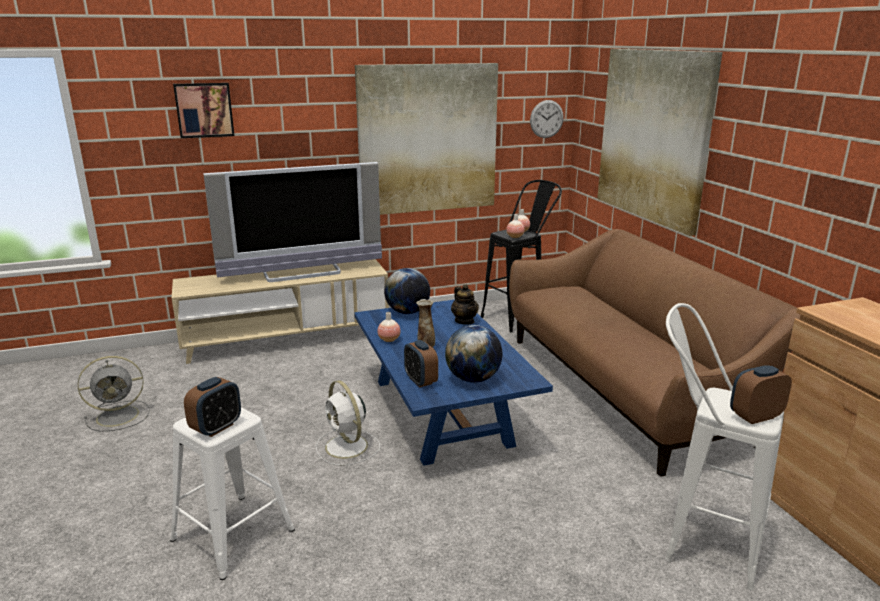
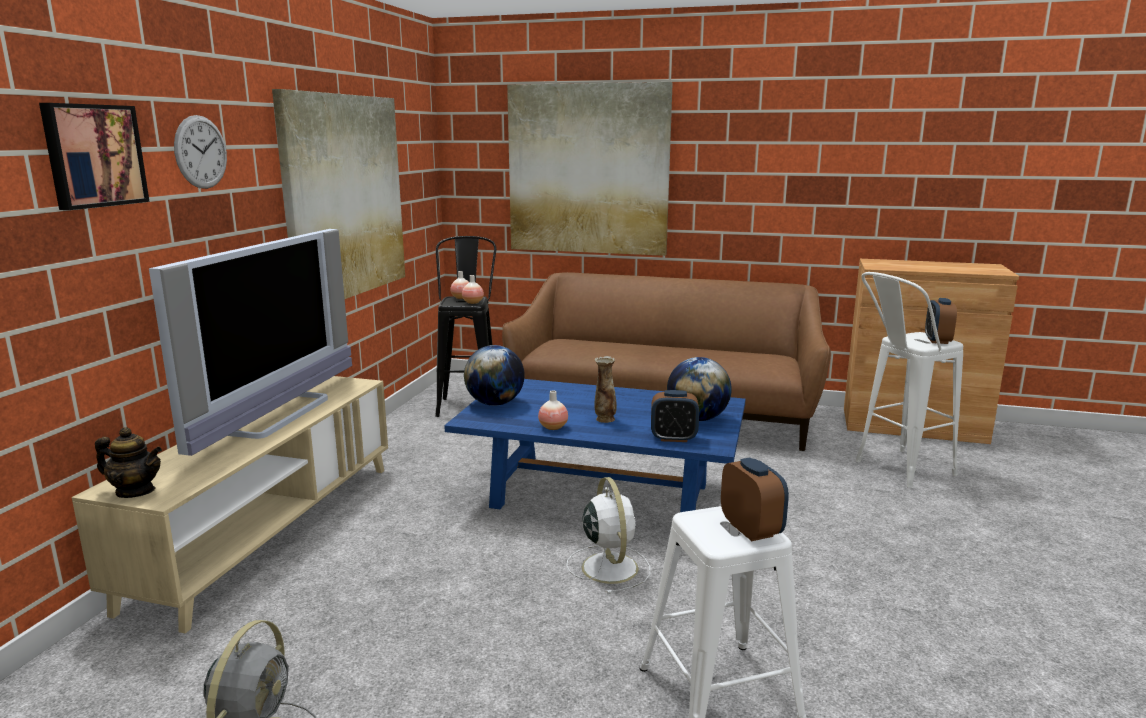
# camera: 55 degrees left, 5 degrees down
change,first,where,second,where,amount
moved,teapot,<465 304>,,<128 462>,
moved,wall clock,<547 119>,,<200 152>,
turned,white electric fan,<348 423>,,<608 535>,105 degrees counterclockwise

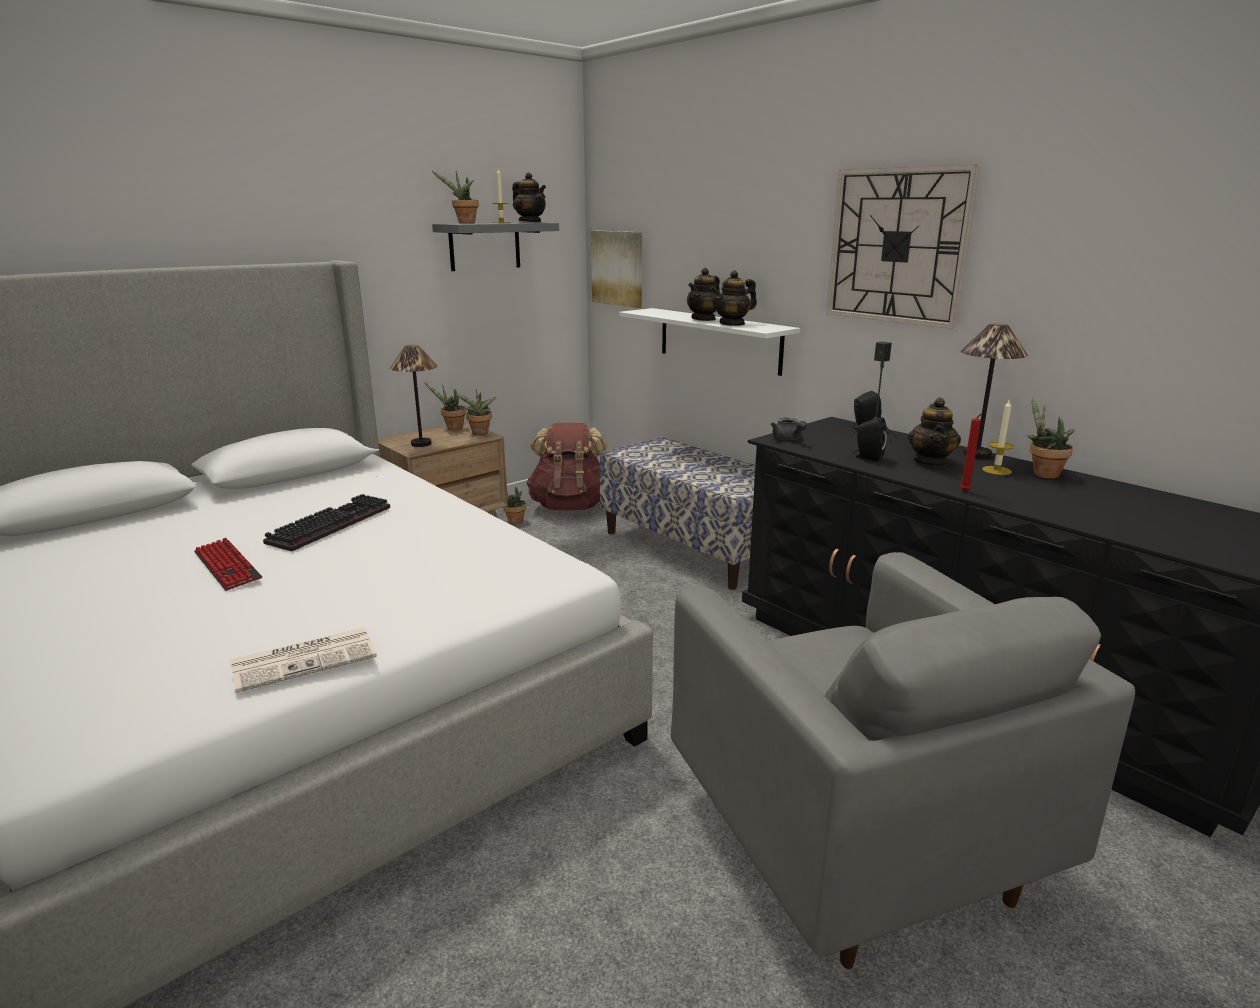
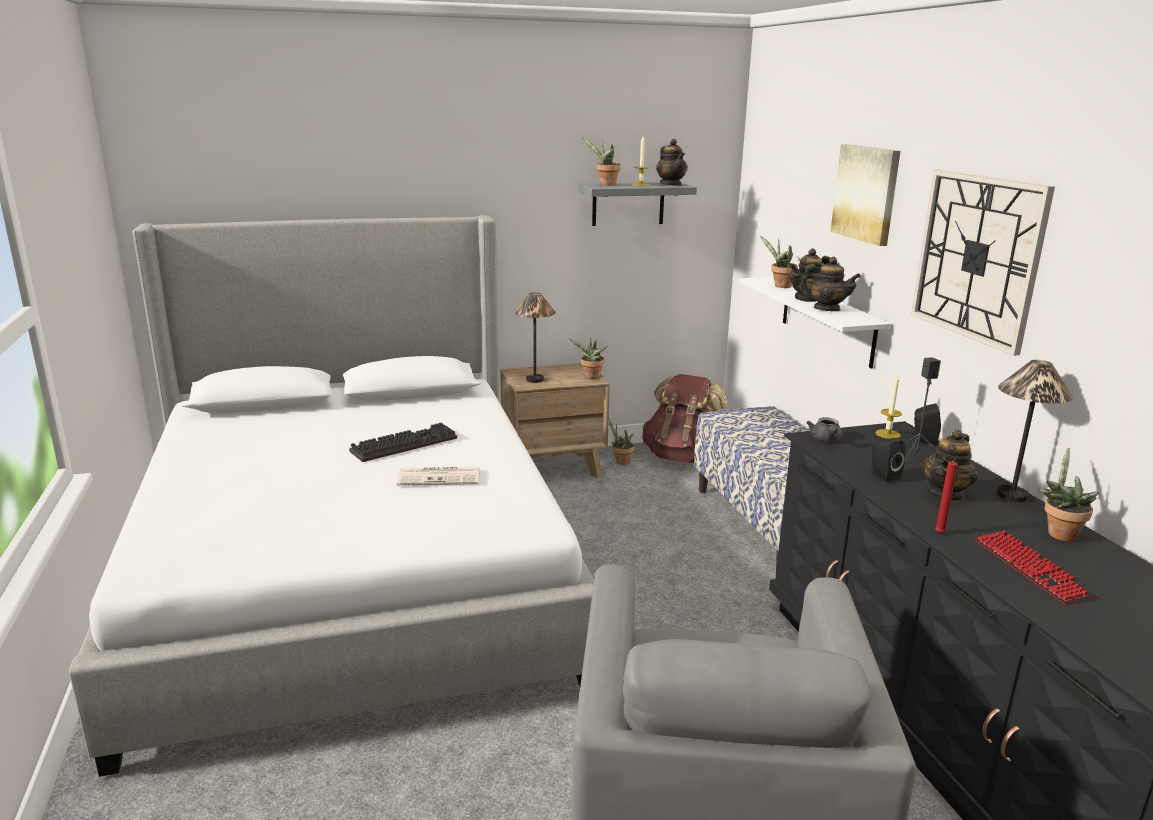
# camera: 25 degrees right, 0 degrees up
change,first,where,second,where,amount
moved,newspaper,<303 660>,,<438 476>,
moved,plant in a pot,<445 406>,,<779 262>,
turned,teapot,<733 298>,,<830 284>,150 degrees counterclockwise
moved,wall picture,<616 269>,,<865 195>,
moved,wax light,<998 437>,,<888 406>,
moved,computer keyboard,<228 564>,,<1036 567>,

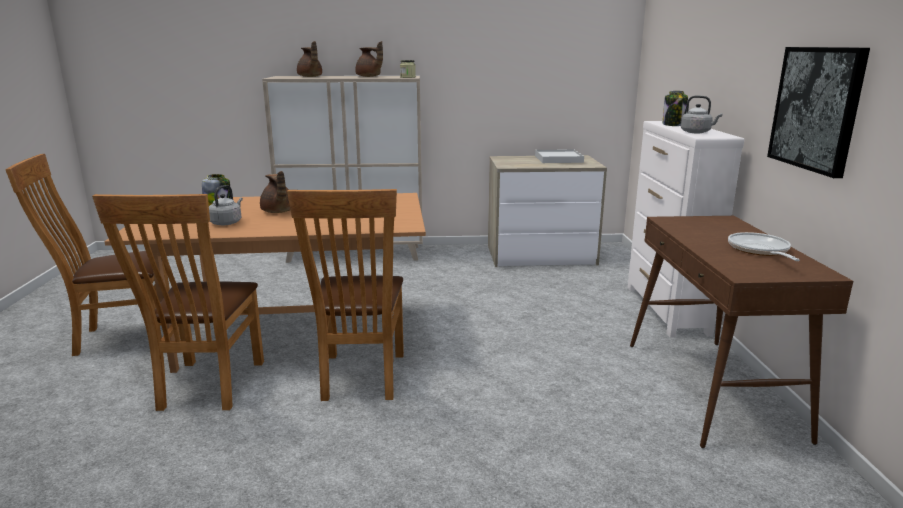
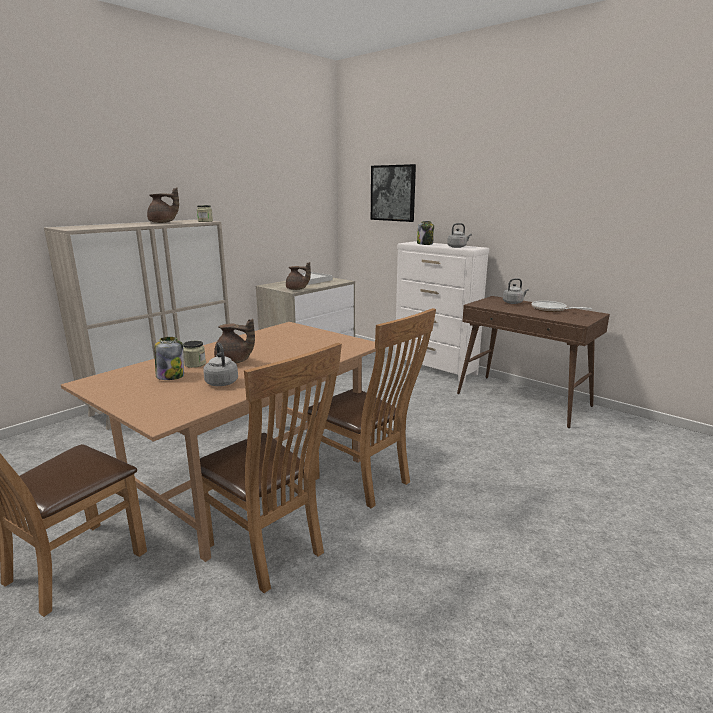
# camera: 45 degrees left, 0 degrees up
change,first,where,second,where,amount
added,,,jar,<194 354>,
moved,brownish teapot,<309 59>,,<298 276>,
moved,wall picture,<818 112>,,<393 193>,
added,,,grey water kettle,<516 291>,

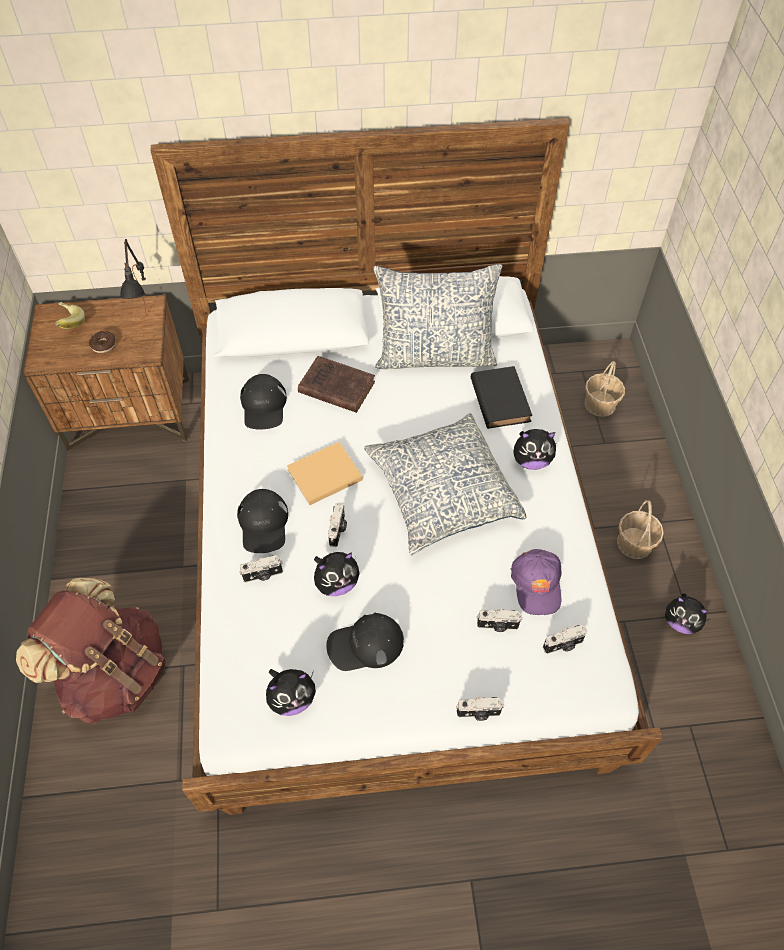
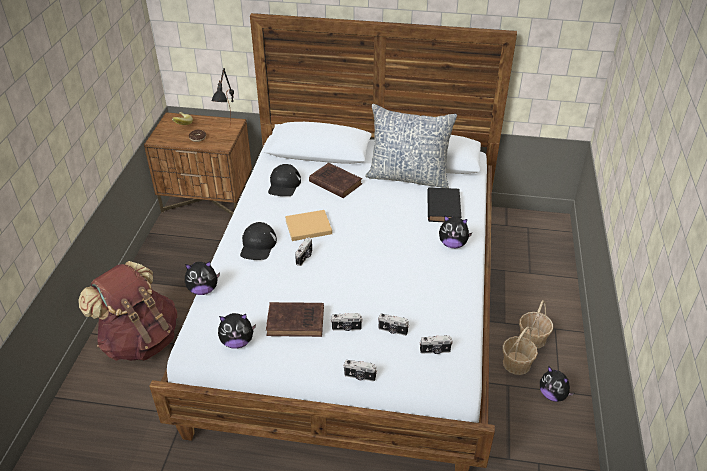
# camera: 15 degrees right, 15 degrees down
change,first,where,second,where,amount
moved,cuddly toy,<337 574>,,<202 278>,
replaced,black-coloured peaked cap,<365 641>,brownish volume,<295 319>,
moved,photo camera,<261 569>,,<347 322>,
moved,storage basket,<605 389>,,<520 351>,
removed,pillow,<445 484>,,,
removed,purple-coloured peaked cap,<536 582>,,,

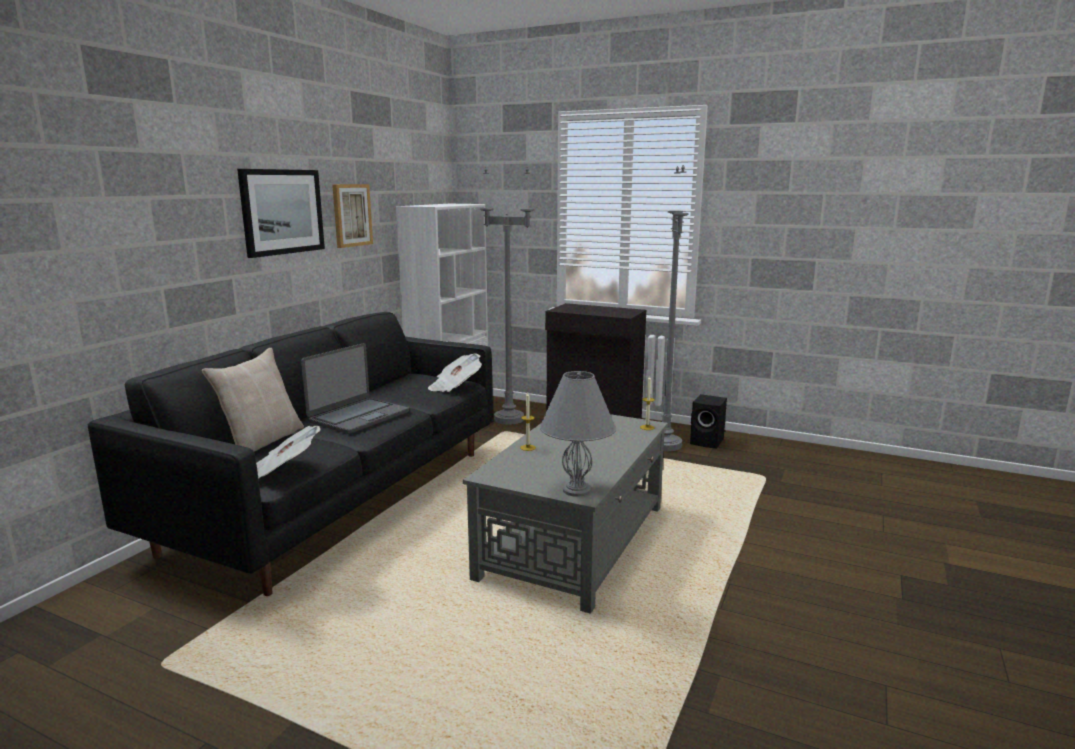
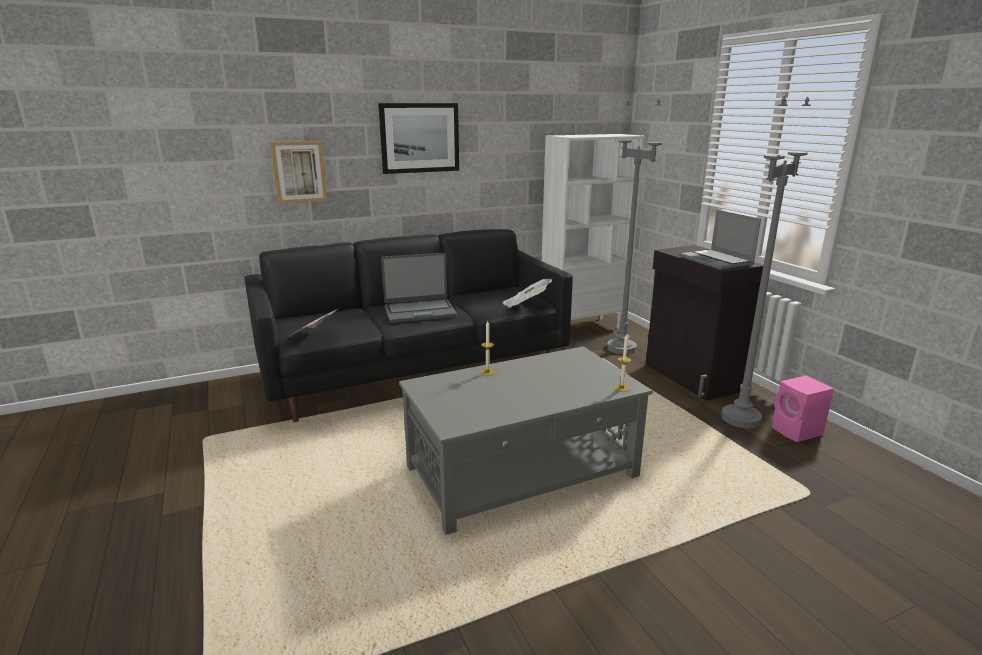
# camera: 40 degrees right, 5 degrees up
change,first,where,second,where,amount
moved,wall picture,<352 216>,,<298 172>,
added,,,laptop,<721 240>,
recoloured,black-coloured loudspeaker,<708 421>,pink-coloured loudspeaker,<803 409>,
removed,beige pillow,<253 400>,,,
removed,grey table lamp,<578 434>,,,

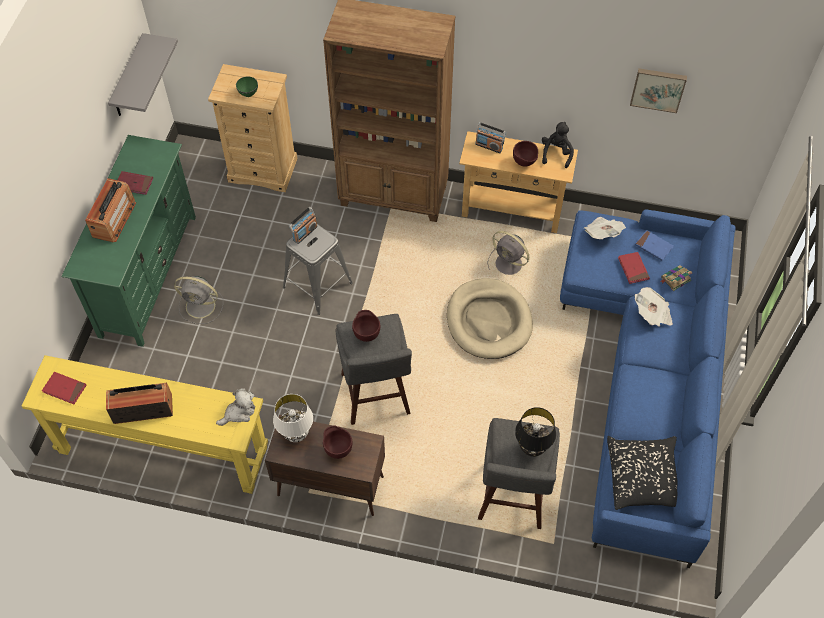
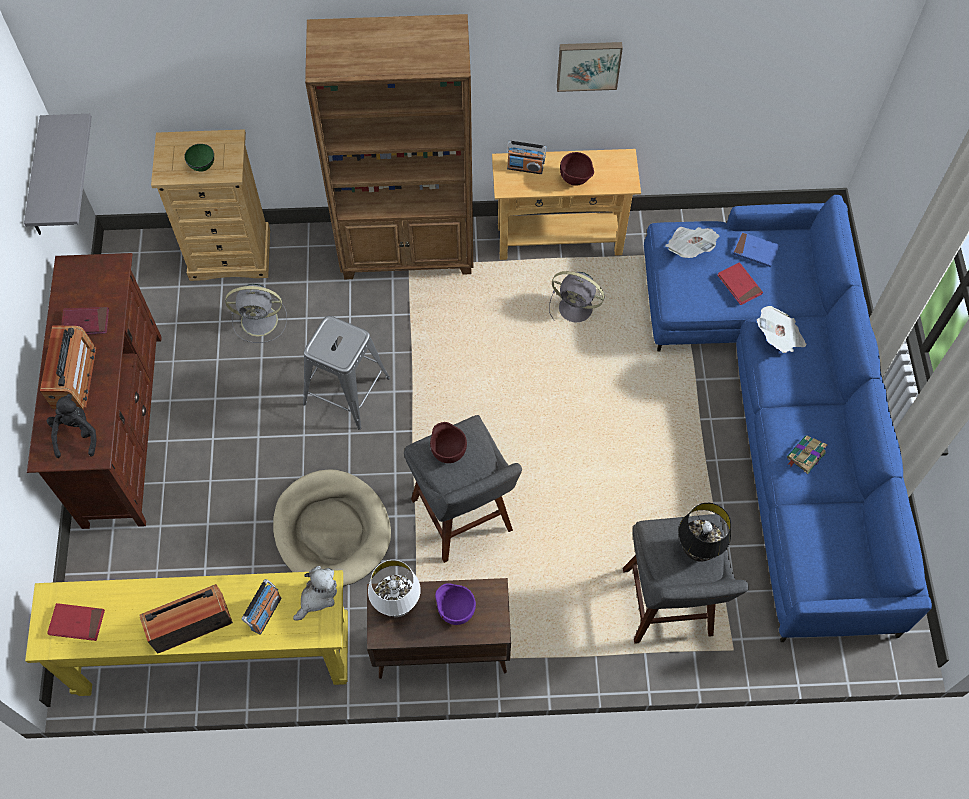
# camera: 15 degrees left, 5 degrees up
change,first,where,second,where,amount
recoloured,greenish tv unit,<128 241>,brownish tv unit,<94 391>,
moved,black-coloured cuddly toy,<558 145>,,<72 426>,
moved,grey electric fan,<198 300>,,<256 313>,
moved,radio set,<303 225>,,<261 607>,
moved,beige pet bed,<490 318>,,<332 527>,
recoloured,brownish bowl,<338 442>,purple-coloured bowl,<455 604>,
moved,wall picture,<658 90>,,<590 67>,
moved,volume,<676 278>,,<807 455>,
removed,black-coloured pillow,<642 473>,,,

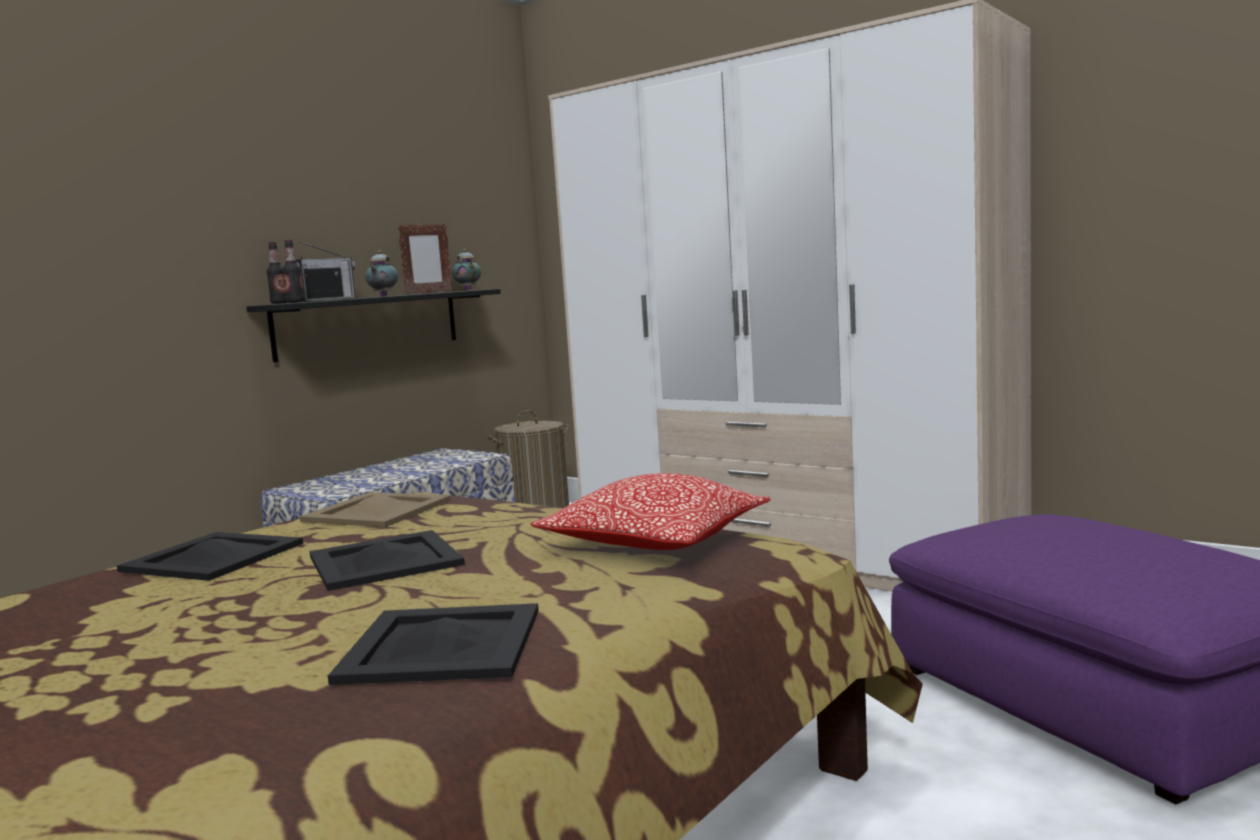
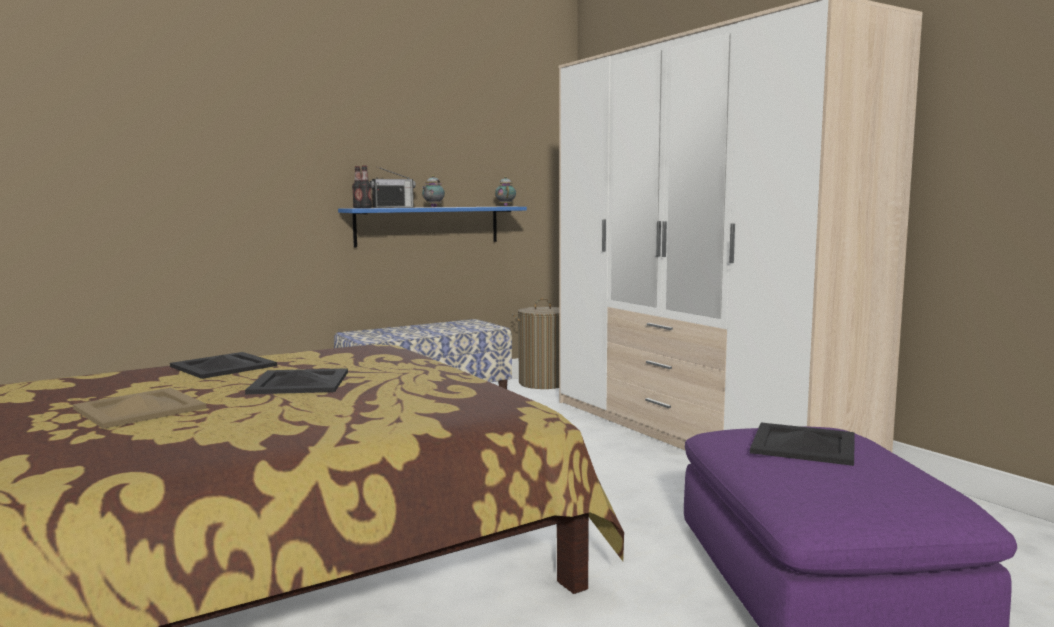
# camera: 20 degrees right, 0 degrees up
change,first,where,second,where,amount
moved,beige tray,<375 509>,,<140 408>,
recoloured,black-coloured shelf,<373 325>,blue-coloured shelf,<432 227>,
moved,black-coloured tray,<433 644>,,<802 444>,
removed,picture frame,<425 259>,,,
removed,pillow,<651 511>,,,

